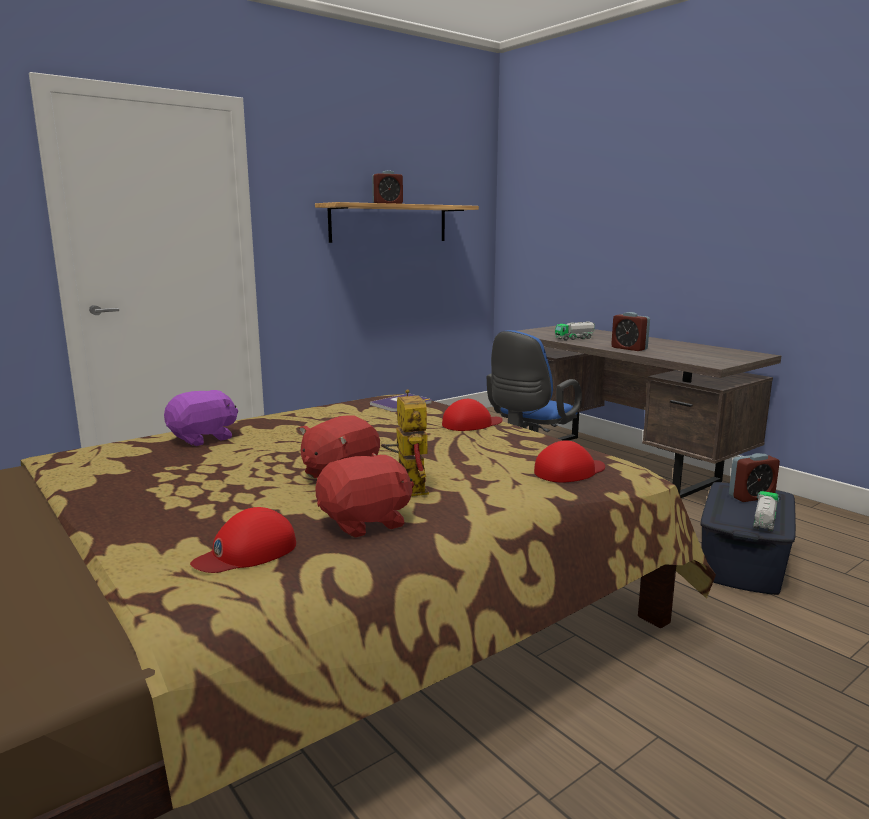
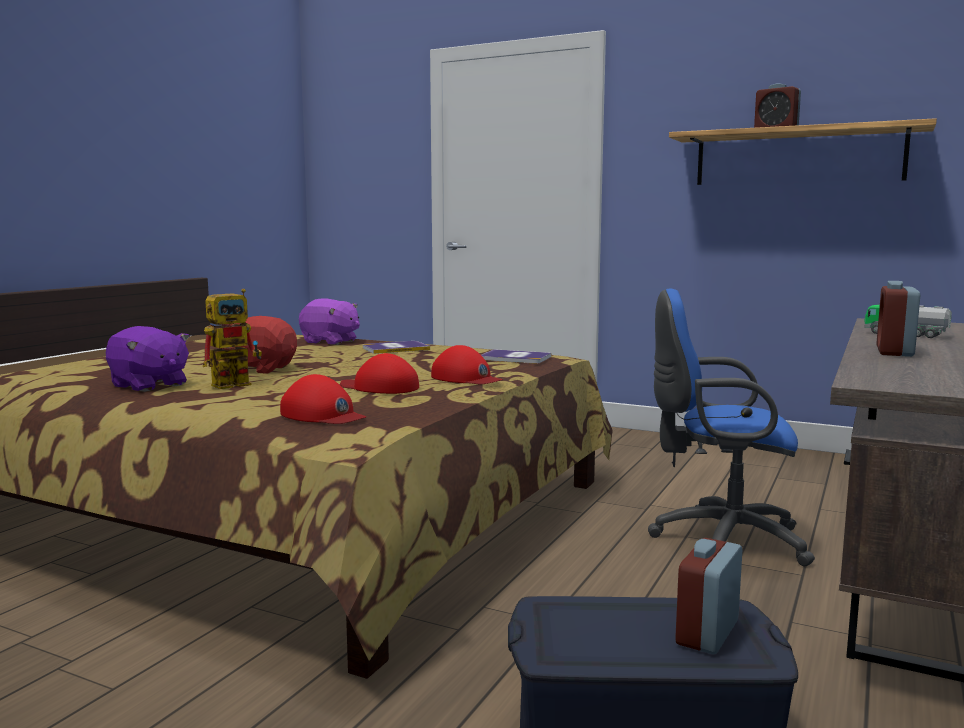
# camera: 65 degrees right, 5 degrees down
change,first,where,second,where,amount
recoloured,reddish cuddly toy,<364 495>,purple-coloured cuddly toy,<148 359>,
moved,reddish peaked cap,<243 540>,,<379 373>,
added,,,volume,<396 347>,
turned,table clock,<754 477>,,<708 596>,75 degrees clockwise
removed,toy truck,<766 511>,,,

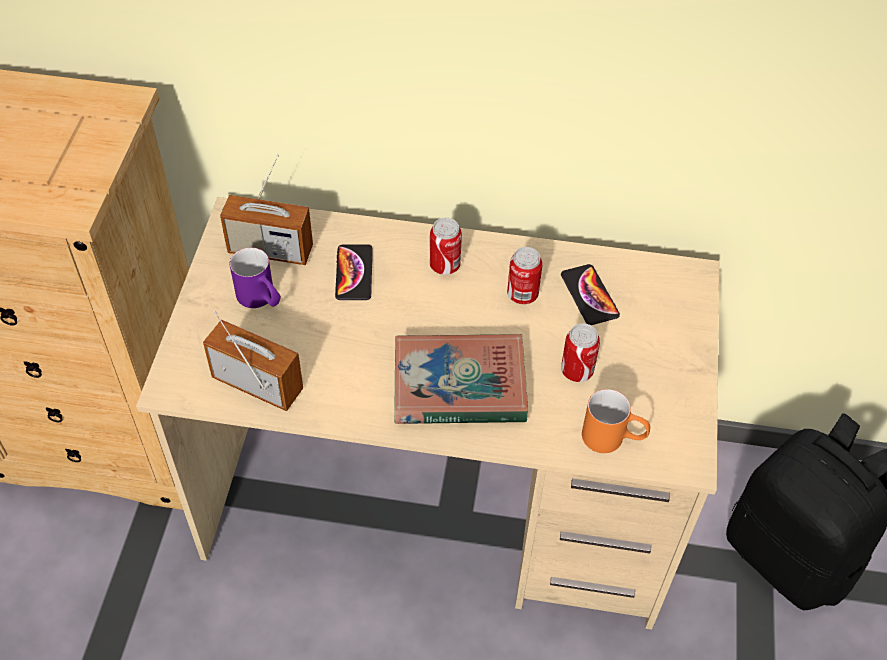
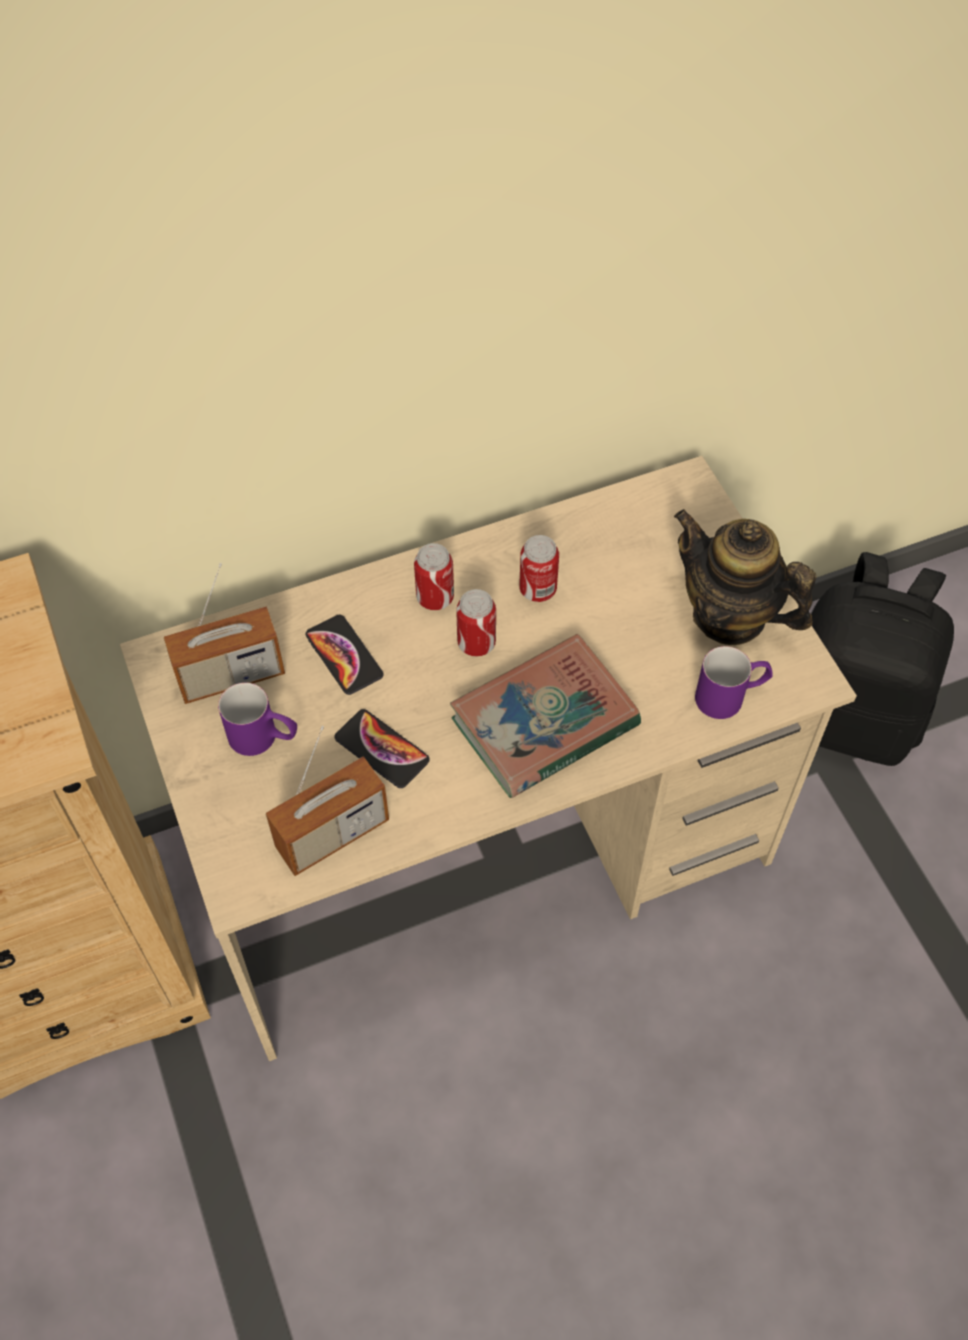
# camera: 30 degrees left, 5 degrees up
change,first,where,second,where,amount
turned,radio set,<253 361>,,<327 801>,150 degrees clockwise
moved,telephone,<590 294>,,<382 748>,
moved,metal can,<580 352>,,<476 622>,
added,,,teapot,<745 577>,
recoloured,orangey mug,<616 421>,purple-coloured mug,<734 682>,

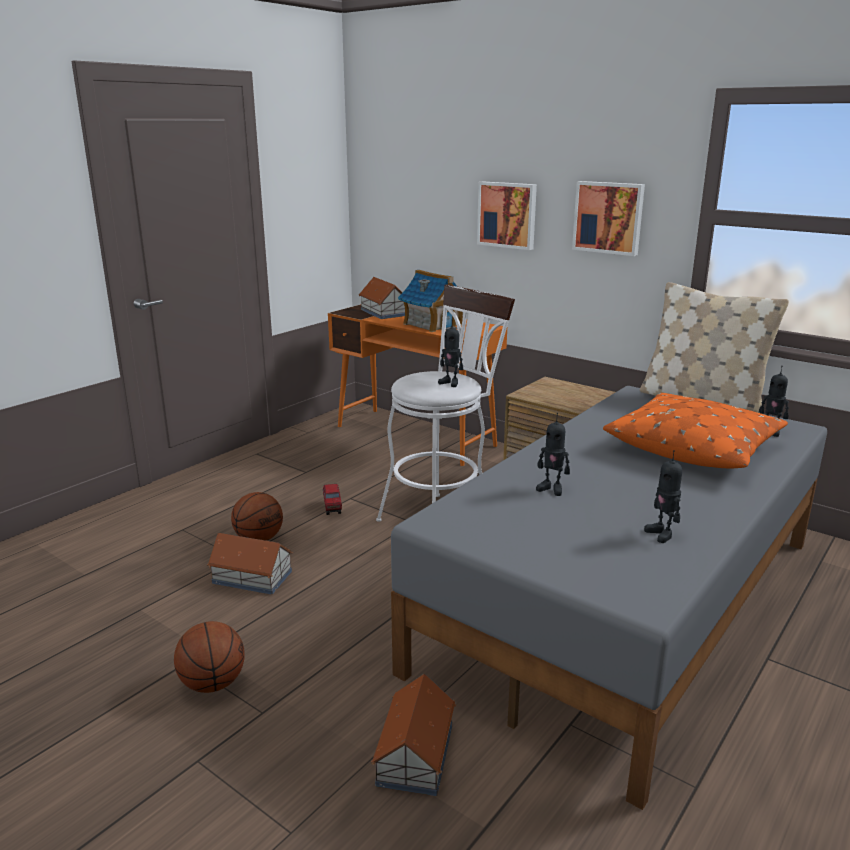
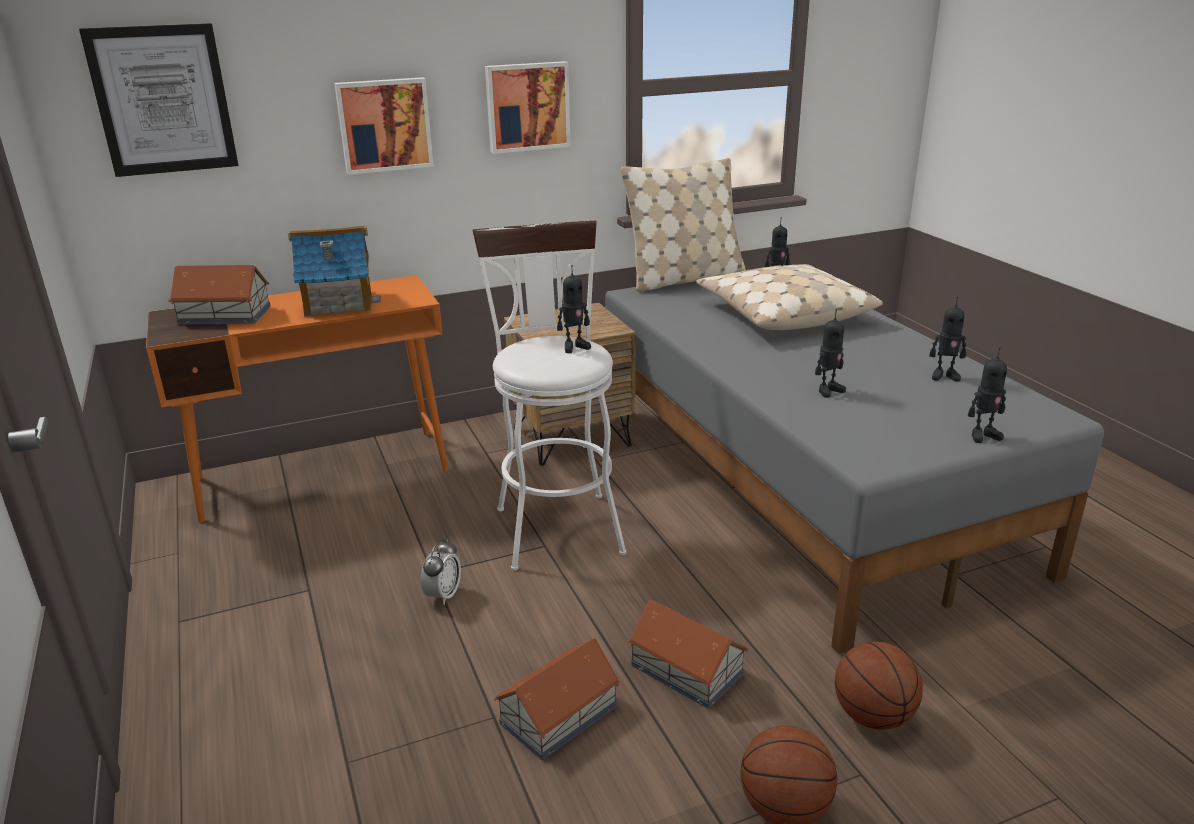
# camera: 60 degrees left, 5 degrees up
change,first,where,second,where,amount
added,,,wall picture,<159 100>,
replaced,toy truck,<332 499>,table clock,<441 572>,
moved,miniature house,<413 735>,,<687 654>,
recoloured,orangey pillow,<695 430>,beige pillow,<789 297>,
moved,basketball ball,<257 516>,,<879 686>,
added,,,robot figure,<987 395>,

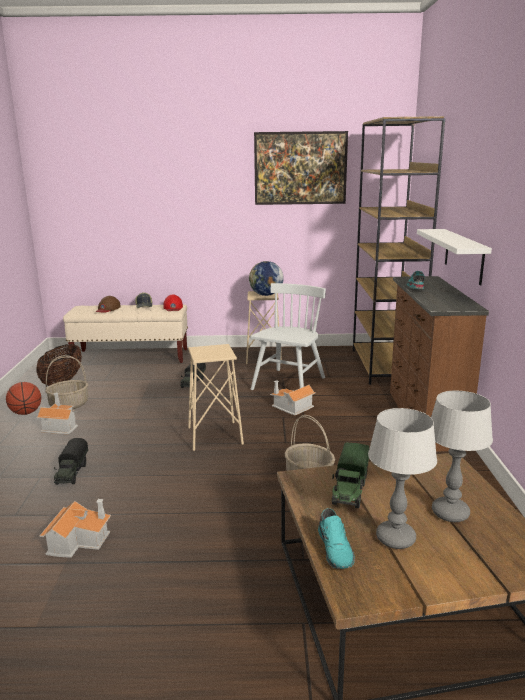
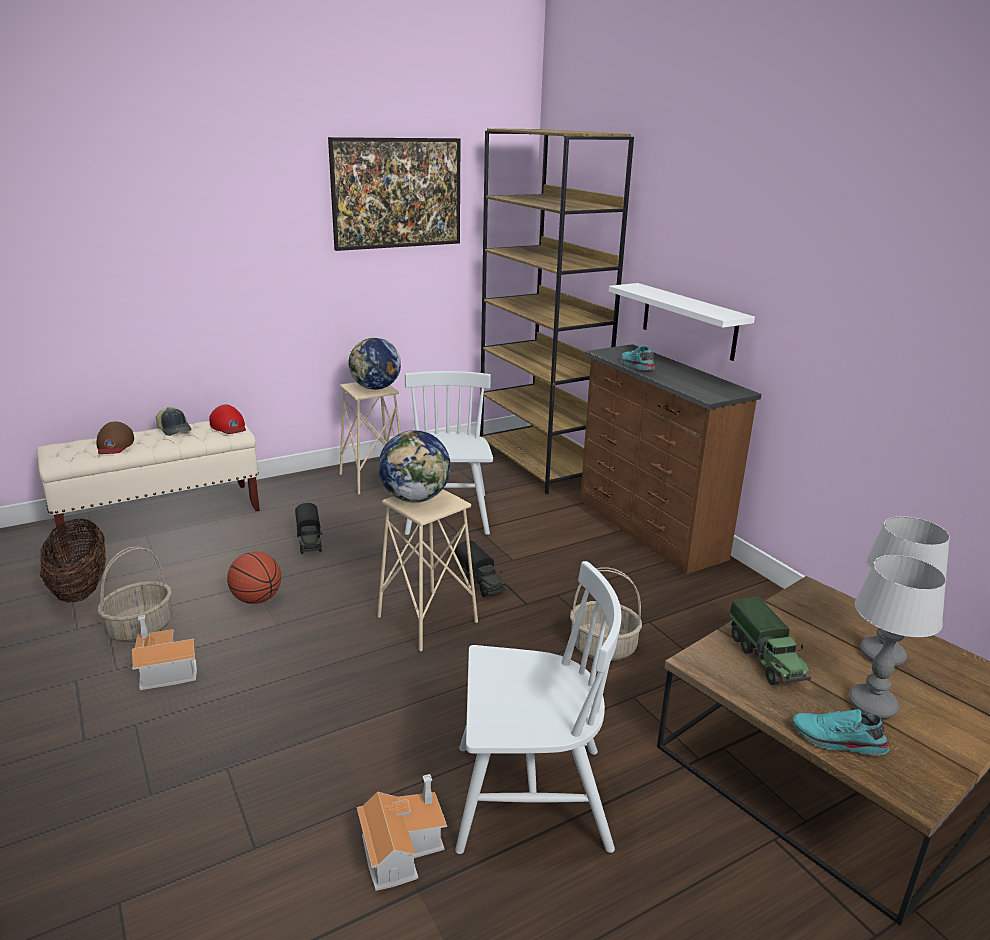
# camera: 30 degrees left, 5 degrees up
change,first,where,second,where,amount
moved,basketball ball,<23 398>,,<254 577>,
added,,,world globe,<414 466>,
moved,toy truck,<71 461>,,<480 568>,
added,,,white chair,<538 707>,
turned,turquoise-coloured shoe,<336 538>,,<841 732>,150 degrees clockwise
removed,miniature house,<293 397>,,,

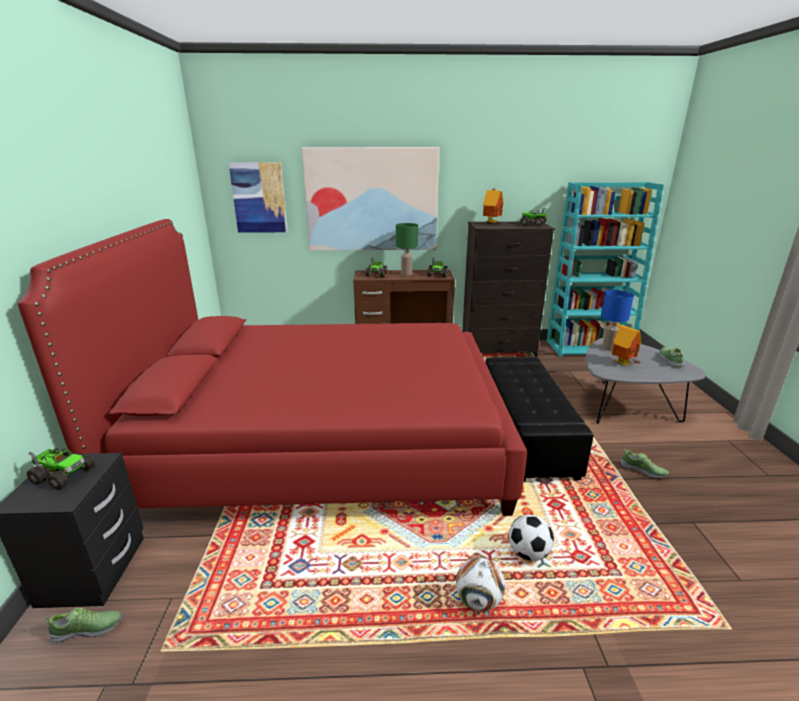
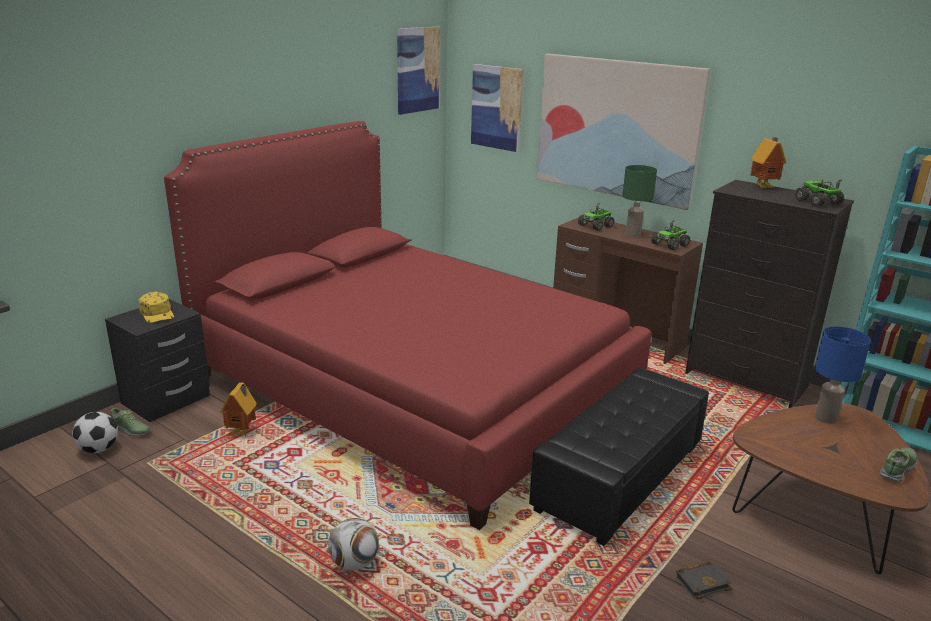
# camera: 40 degrees right, 0 degrees up
change,first,where,second,where,amount
moved,ball for football,<531 537>,,<95 432>,
replaced,toy truck,<61 468>,yellow peaked cap,<156 307>,
moved,miniature house,<626 345>,,<238 409>,
added,,,wall picture,<418 71>,
replaced,shoe,<645 463>,black-coloured volume,<704 580>,
recoloured,grey coffee table,<645 381>,brownish coffee table,<831 489>,

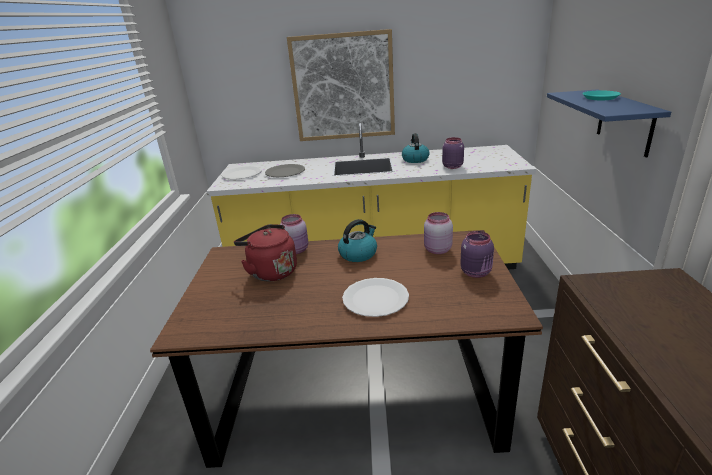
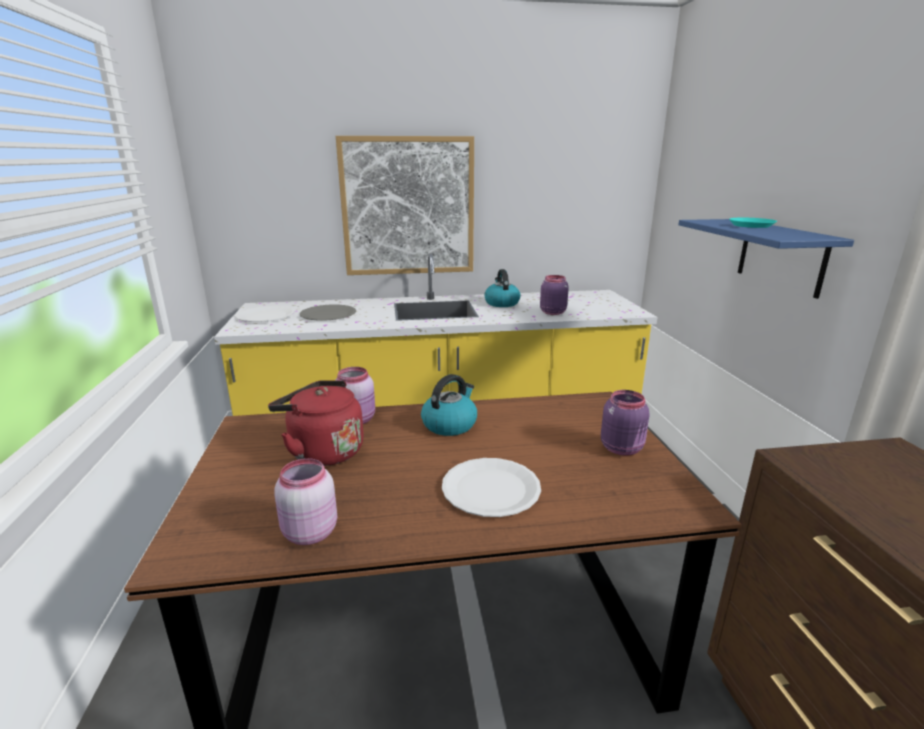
# camera: 10 degrees left, 5 degrees down
change,first,where,second,where,amount
moved,pink-coloured jar,<438 233>,,<306 501>,

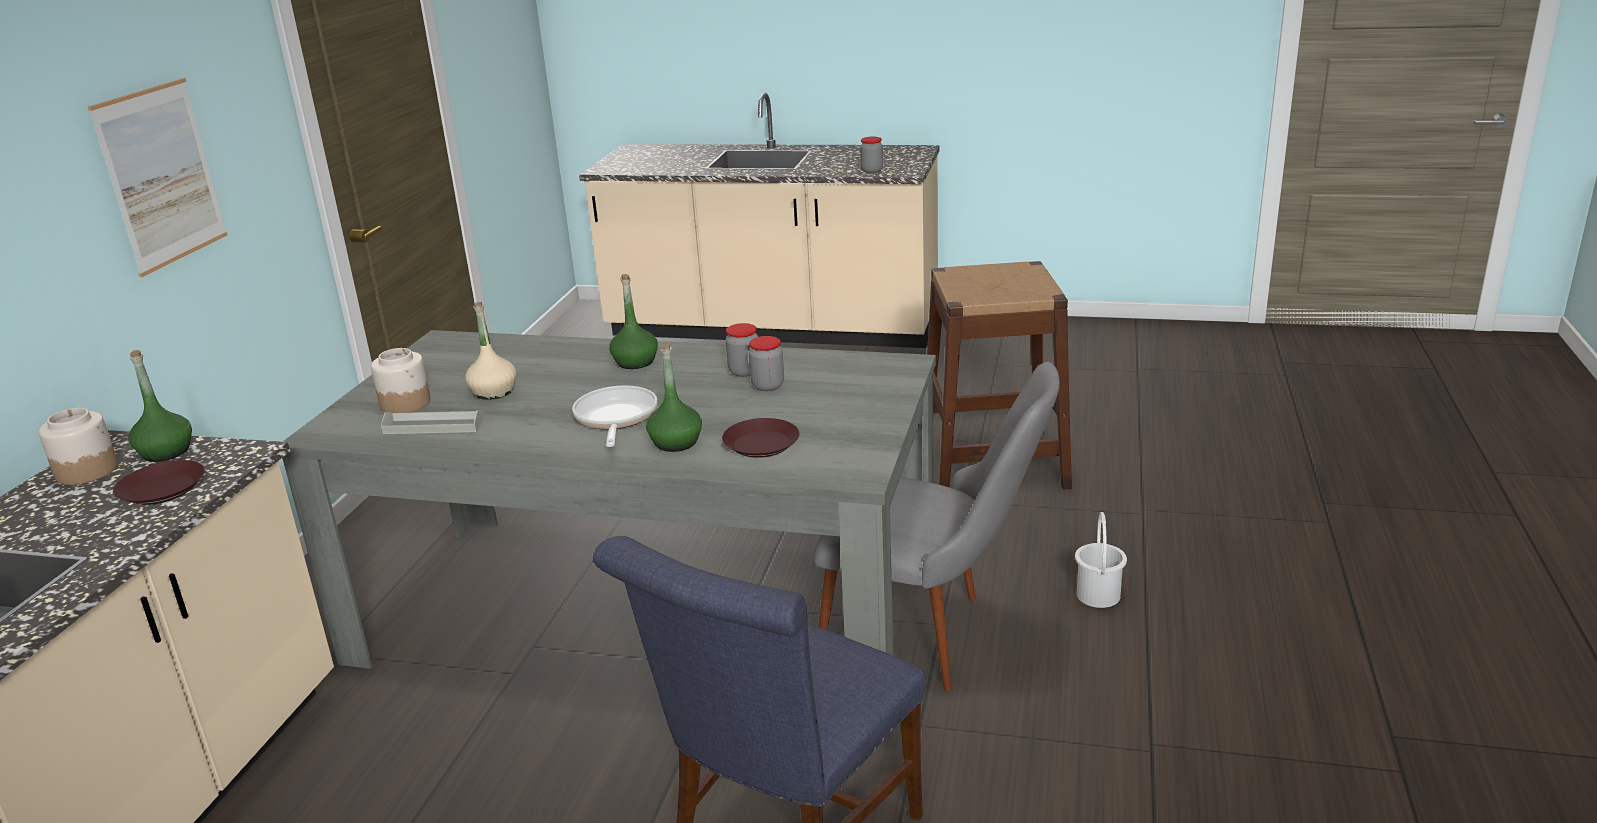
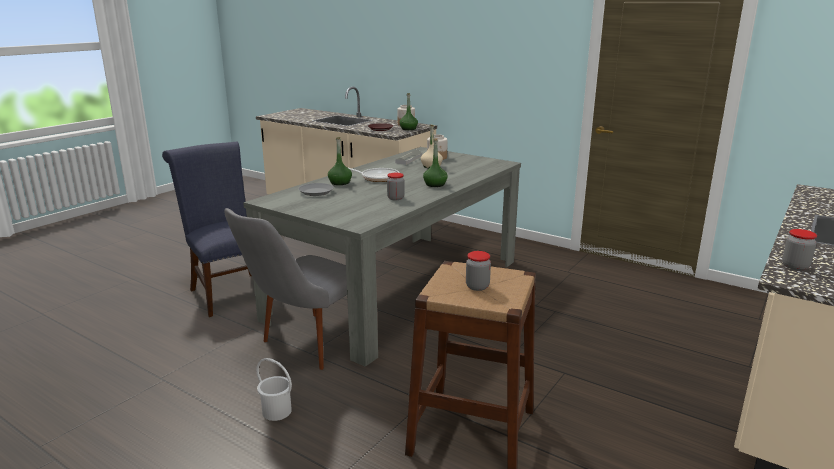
# camera: 110 degrees right, 5 degrees down
change,first,where,second,where,amount
recoloured,brownish flat dish,<760 438>,grey flat dish,<316 189>,
moved,jar,<766 363>,,<478 271>,
removed,wall picture,<157 177>,,,

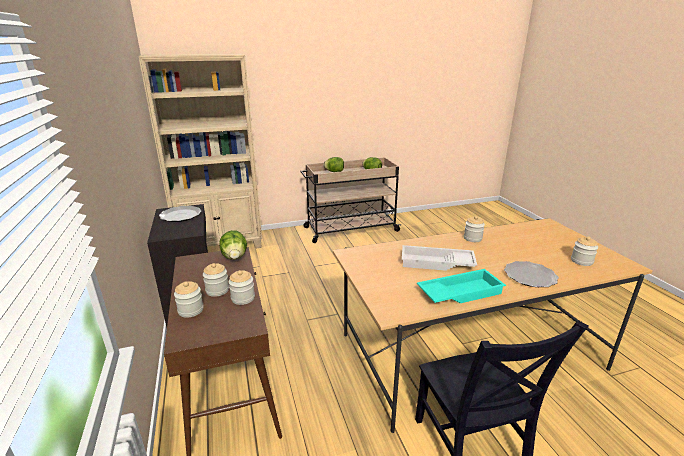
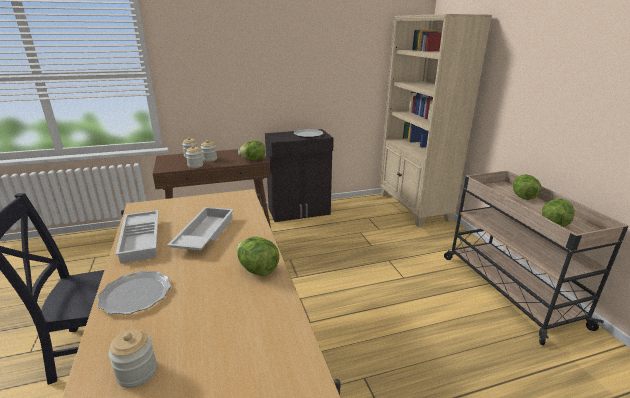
# camera: 90 degrees right, 0 degrees up
change,first,where,second,where,amount
recoloured,turquoise-coloured tray,<461 286>,white tray,<137 237>,
replaced,jar,<474 229>,lettuce,<258 256>,

